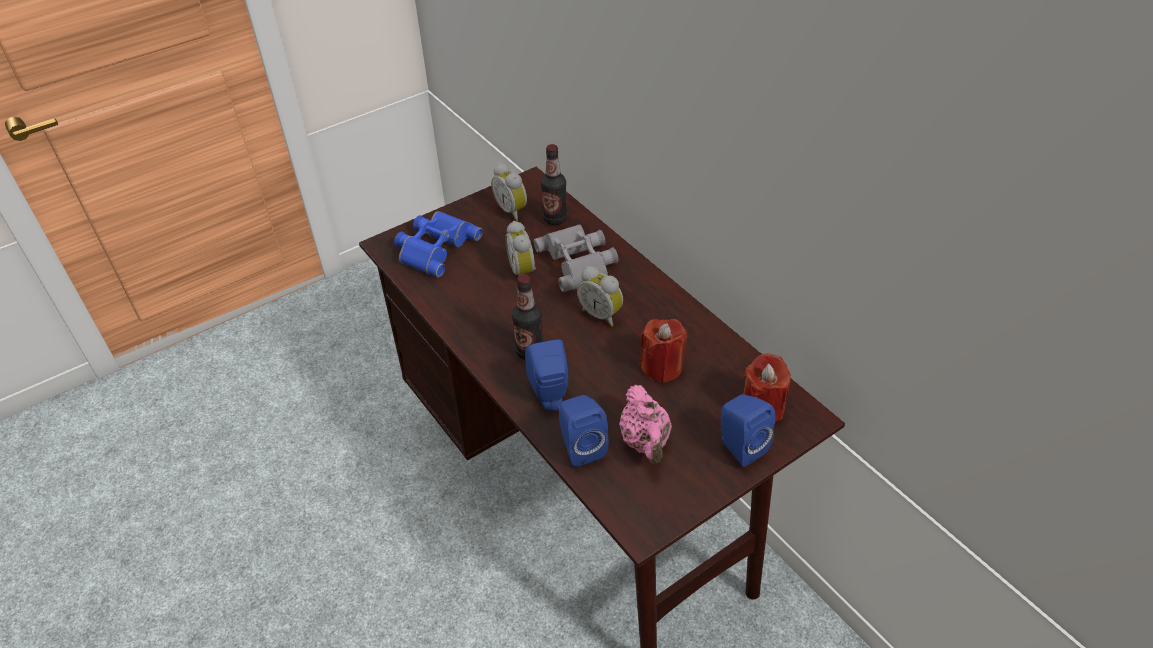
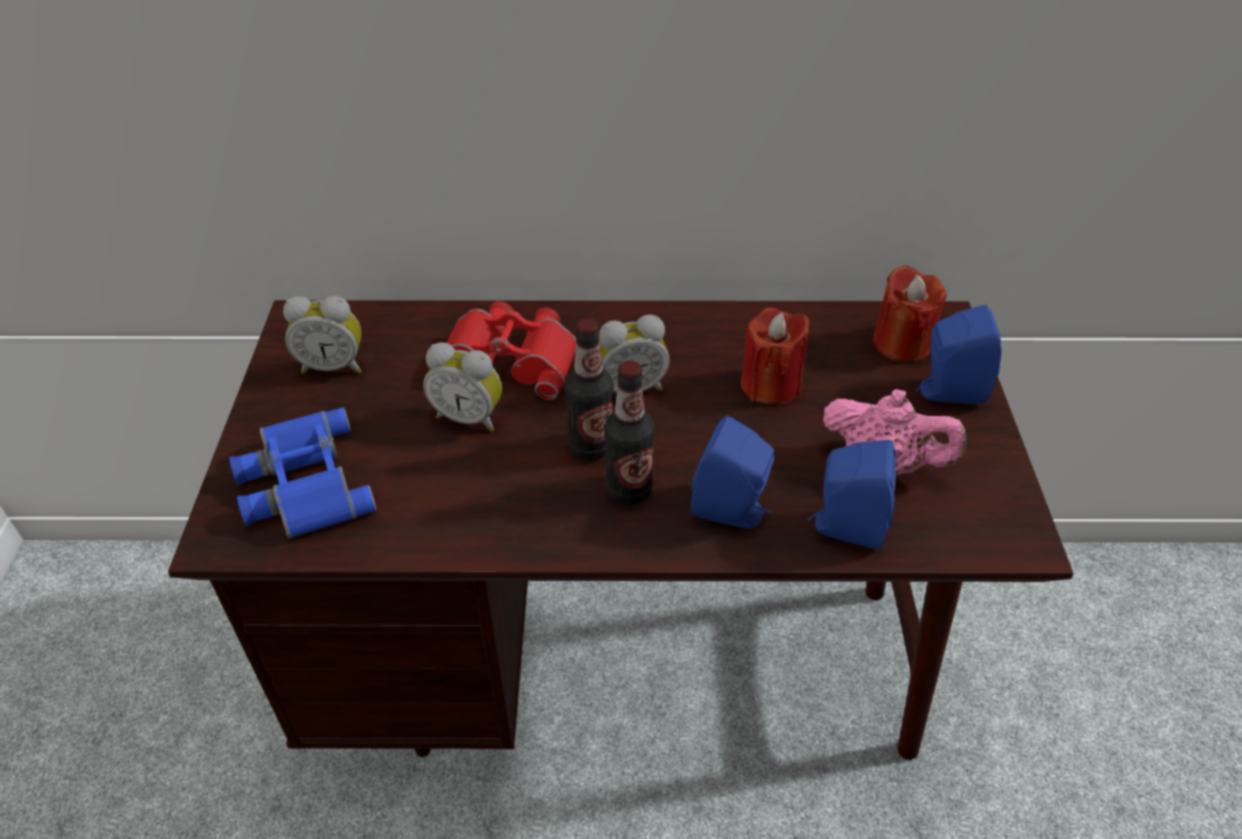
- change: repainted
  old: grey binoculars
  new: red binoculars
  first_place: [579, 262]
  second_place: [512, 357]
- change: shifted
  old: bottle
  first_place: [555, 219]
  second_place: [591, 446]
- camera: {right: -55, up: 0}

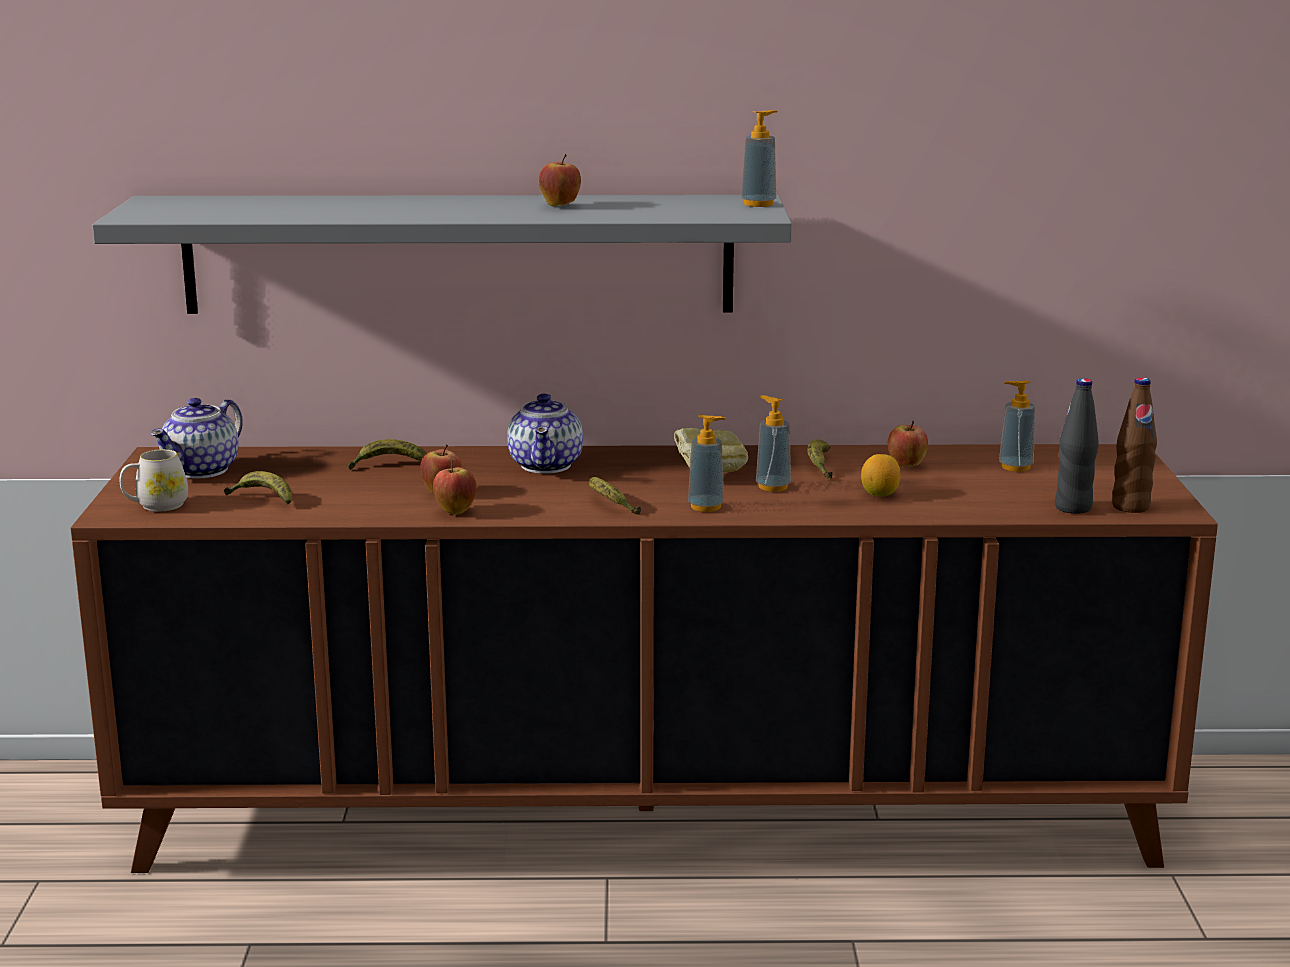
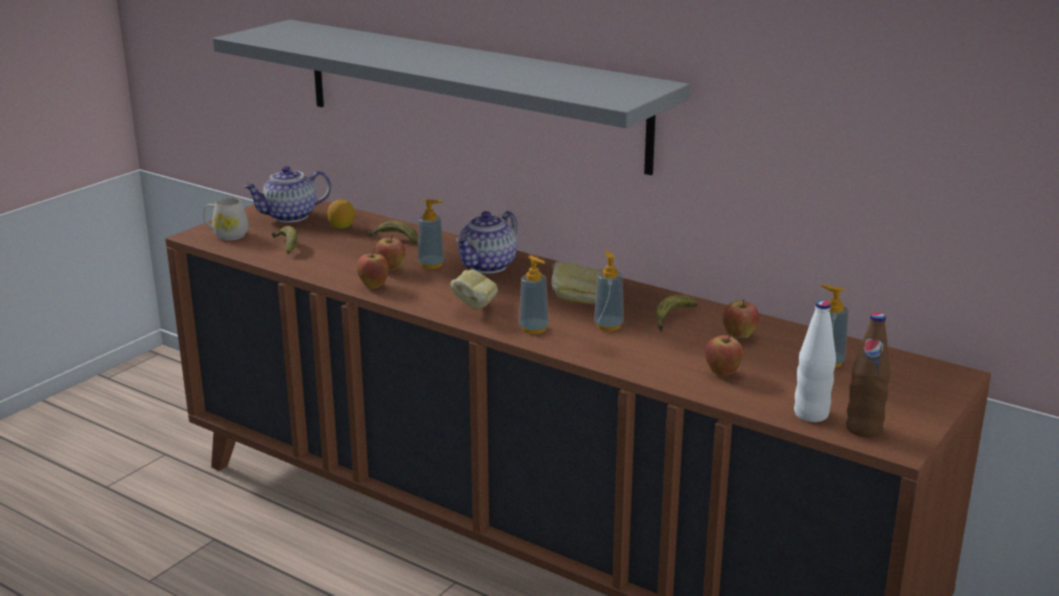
- change: shifted
  old: apple
  first_place: [560, 206]
  second_place: [722, 373]
- change: swapped
  old: banana
  new: bread
  first_place: [609, 504]
  second_place: [474, 308]
- change: shifted
  old: soap dispenser
  first_place: [758, 204]
  second_place: [431, 265]
- change: shifted
  old: lemon
  first_place: [879, 494]
  second_place: [342, 227]
- change: repainted
  old: black bottle
  new: white bottle
  first_place: [1073, 508]
  second_place: [811, 414]
- camera: {right: 35, up: 5}

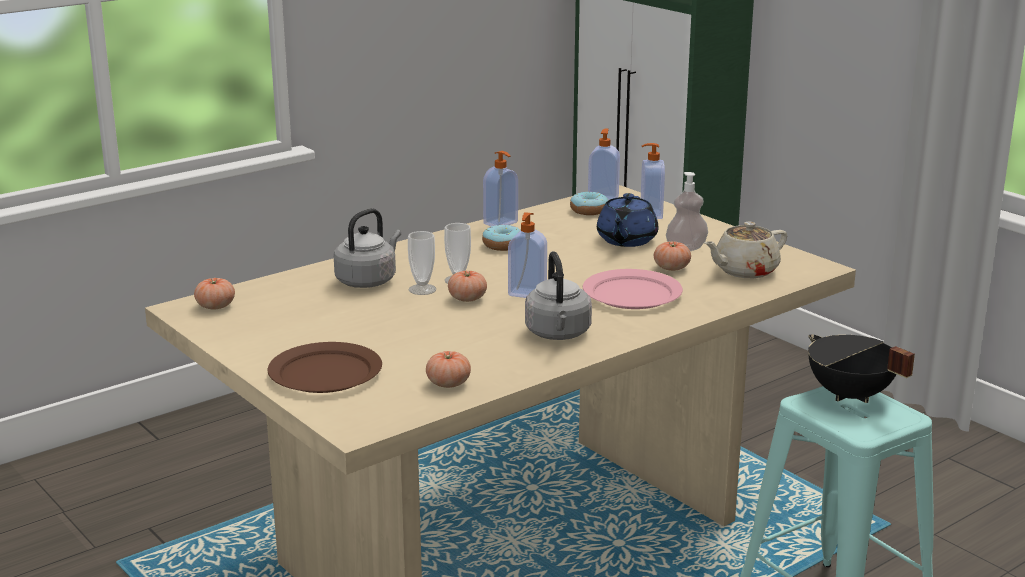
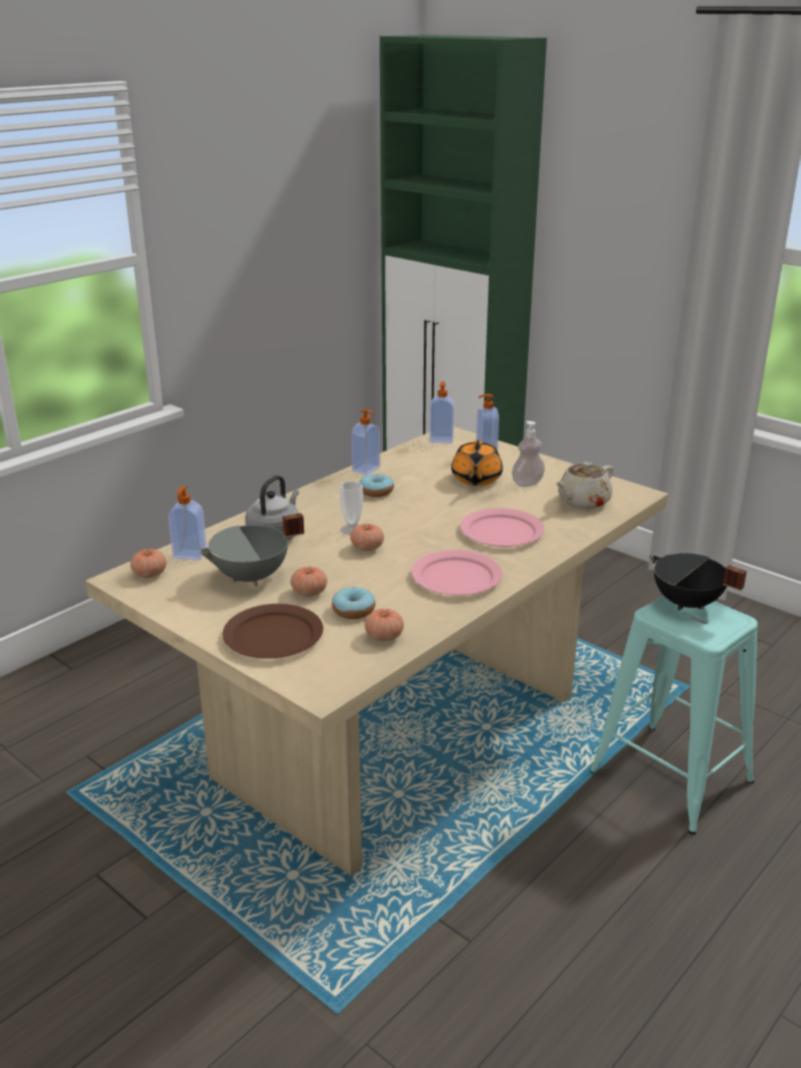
- change: gone
  old: cup
  first_place: [422, 289]
- change: shifted
  old: soap dispenser
  first_place: [527, 294]
  second_place: [189, 555]
- change: swapped
  old: grey kettle
  new: pink plate
  first_place: [558, 334]
  second_place: [457, 577]
- change: shifted
  old: donut
  first_place: [589, 210]
  second_place: [353, 610]
- change: repainted
  old: blue teapot
  new: orange teapot
  first_place: [626, 240]
  second_place: [476, 479]
- change: shifted
  old: tomato
  first_place: [671, 268]
  second_place: [309, 592]
- change: new
  new: grey cooking pot
  second_place: [252, 578]
- camera: {right: -10, up: 5}

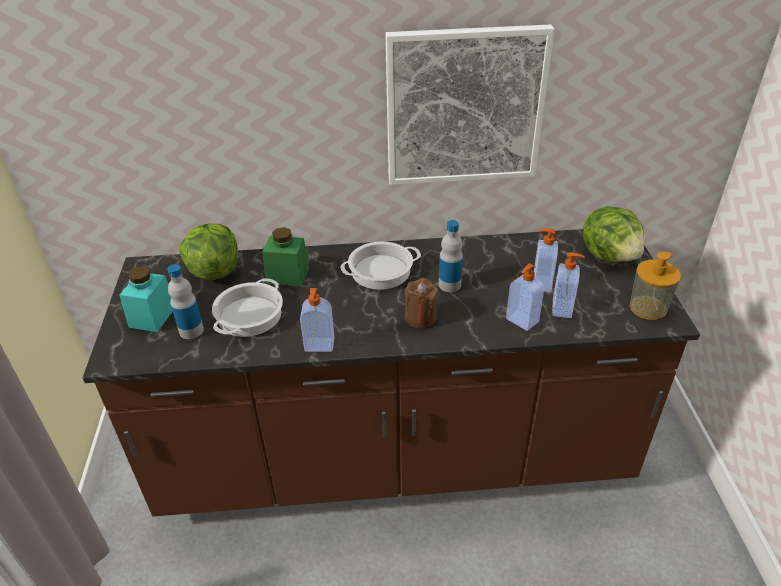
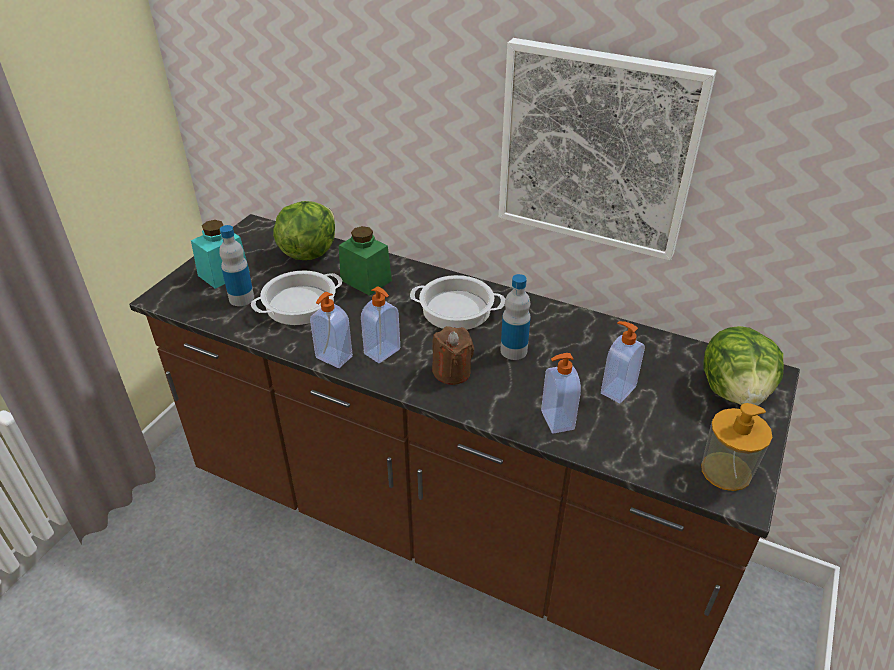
- change: shifted
  old: soap dispenser
  first_place: [563, 309]
  second_place: [383, 352]
- camera: {right: 30, up: 0}

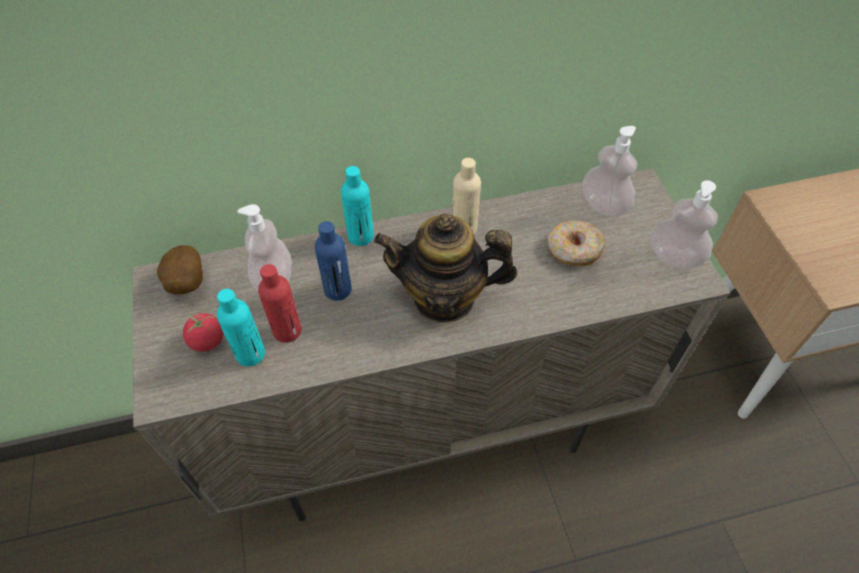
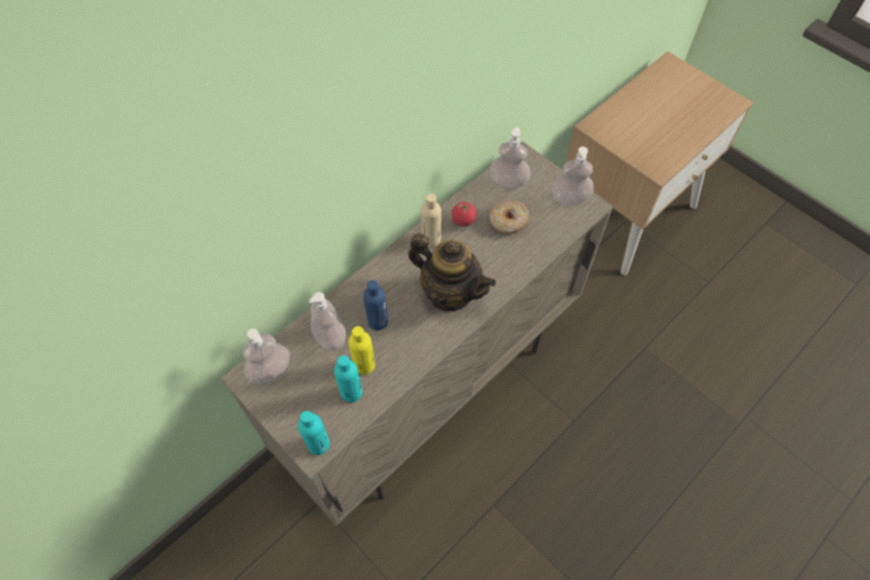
- change: swapped
  old: potato
  new: soap dispenser
  first_place: [186, 285]
  second_place: [270, 370]
- change: shifted
  old: tomato
  first_place: [207, 340]
  second_place: [463, 220]
- change: repainted
  old: red bottle
  new: yellow bottle
  first_place: [287, 330]
  second_place: [364, 365]
- change: shifted
  old: turquoise bottle
  first_place: [360, 236]
  second_place: [318, 444]
- change: rotated
  old: teapot
  first_place: [444, 298]
  second_place: [450, 292]
  degrees: -120
- camera: {right: -30, up: 5}

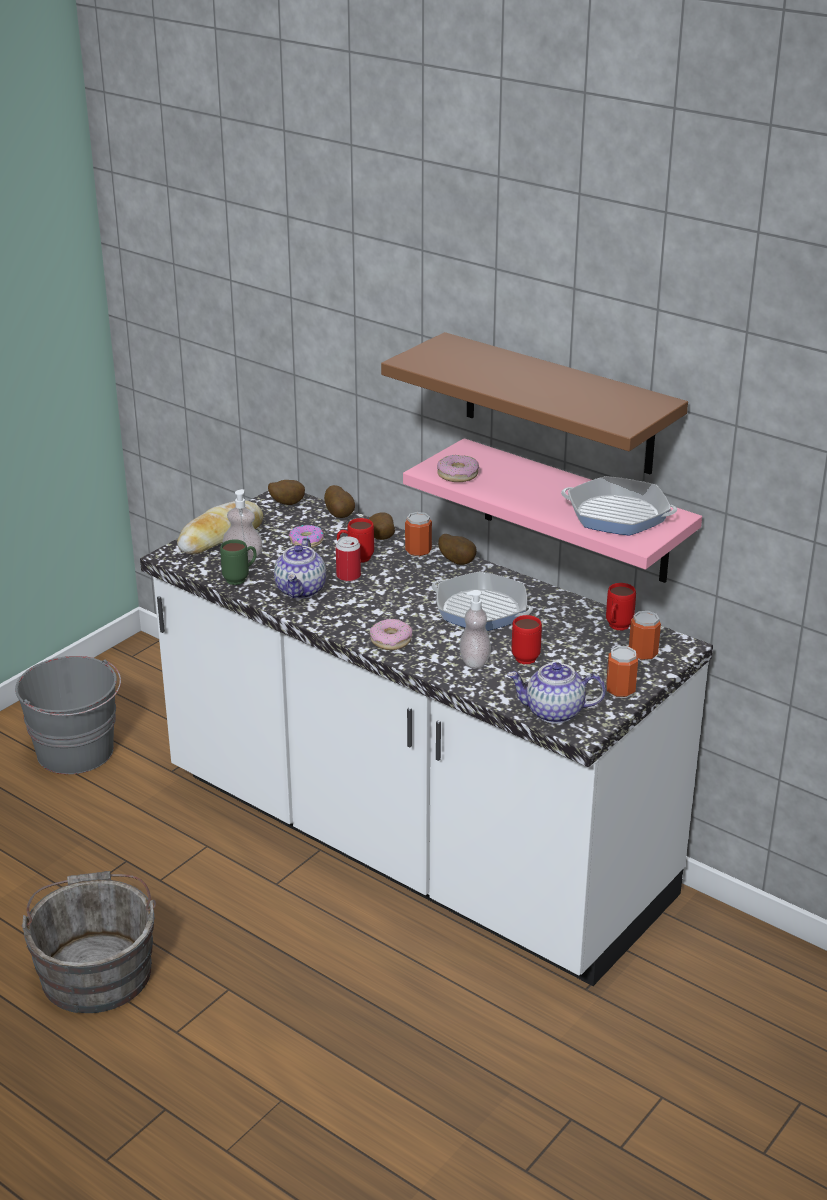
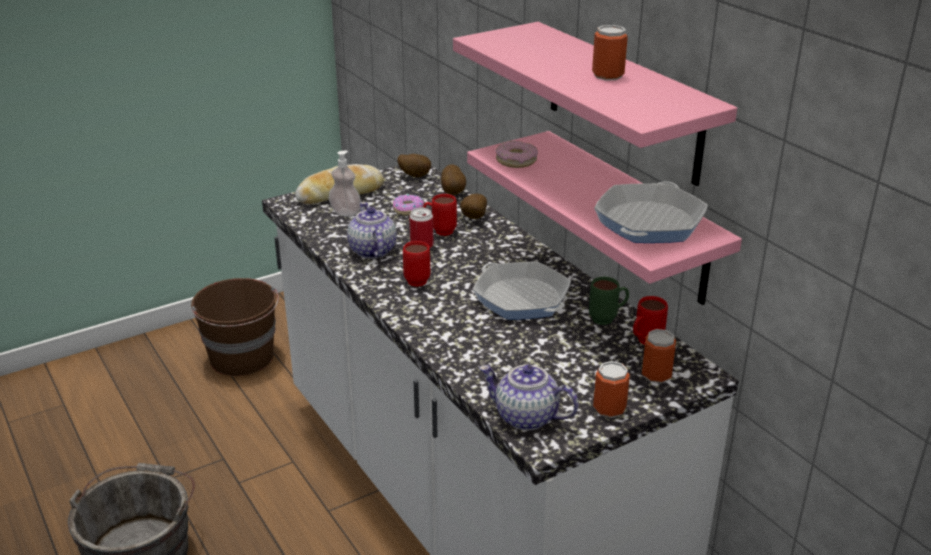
- change: repainted
  old: grey bucket
  new: brown bucket
  first_place: [77, 752]
  second_place: [242, 358]
- change: shifted
  old: green mug
  first_place: [241, 579]
  second_place: [608, 319]
- change: rotated
  old: teapot
  first_place: [301, 590]
  second_place: [371, 250]
  degrees: 135
- change: gone
  old: donut
  first_place: [391, 640]
- change: repainted
  old: brown shelf
  new: pink shelf
  first_place: [558, 404]
  second_place: [623, 102]
- change: shifted
  old: can
  first_place: [418, 551]
  second_place: [608, 75]
- change: gone
  old: potato
  first_place: [458, 562]
- change: gone
  old: soap dispenser
  first_place: [474, 661]
- change: shifted
  old: red mug
  first_place: [522, 656]
  second_place: [417, 279]
- change: rotated
  old: frying pan
  first_place: [617, 514]
  second_place: [649, 222]
  degrees: -105
- camera: {right: 20, up: 0}

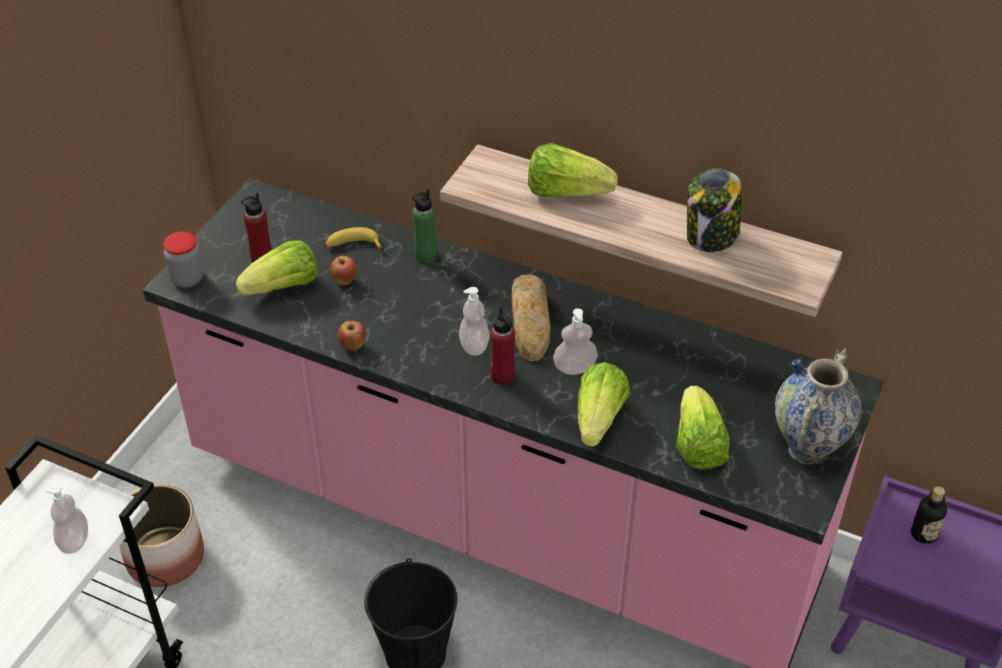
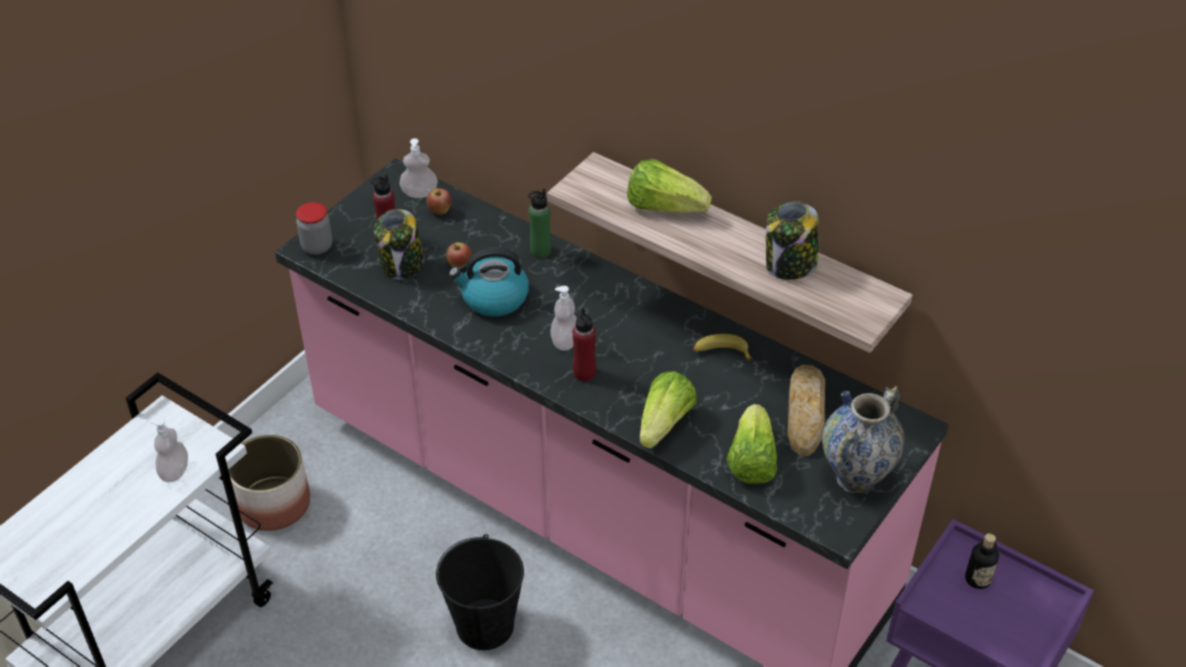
- change: swapped
  old: lettuce
  new: jar
  first_place: [284, 287]
  second_place: [402, 265]
- change: shifted
  old: banana
  first_place: [353, 246]
  second_place: [721, 352]
- change: shifted
  old: apple
  first_place: [352, 346]
  second_place: [440, 211]
- change: shifted
  old: bread
  first_place: [530, 321]
  second_place: [805, 413]
- change: shifted
  old: soap dispenser
  first_place: [574, 367]
  second_place: [419, 193]
- change: new
  new: kettle
  second_place: [493, 298]
- camera: {right: 10, up: 0}

